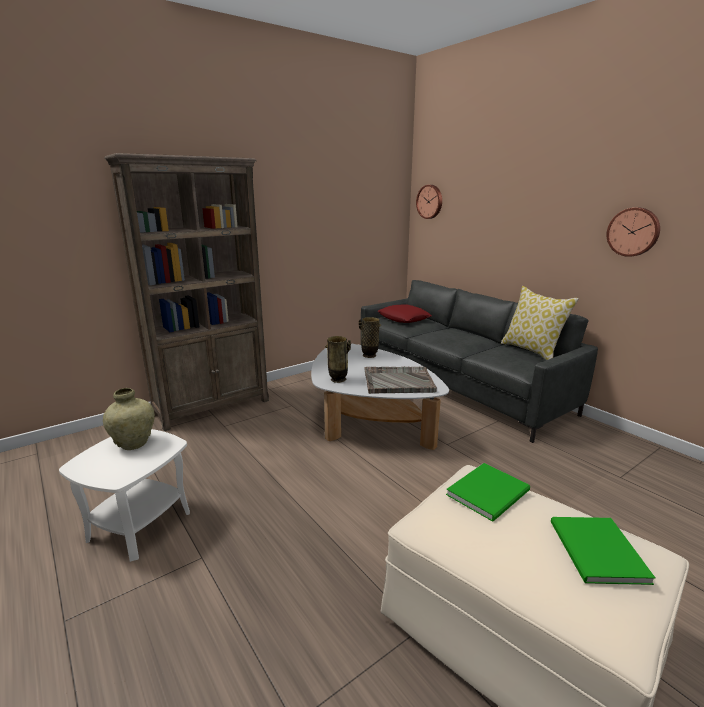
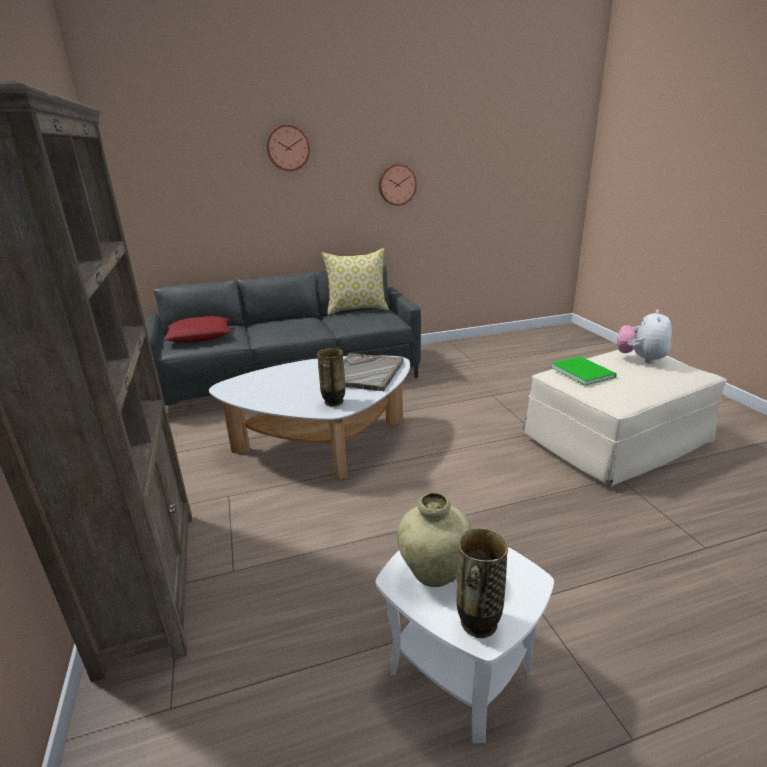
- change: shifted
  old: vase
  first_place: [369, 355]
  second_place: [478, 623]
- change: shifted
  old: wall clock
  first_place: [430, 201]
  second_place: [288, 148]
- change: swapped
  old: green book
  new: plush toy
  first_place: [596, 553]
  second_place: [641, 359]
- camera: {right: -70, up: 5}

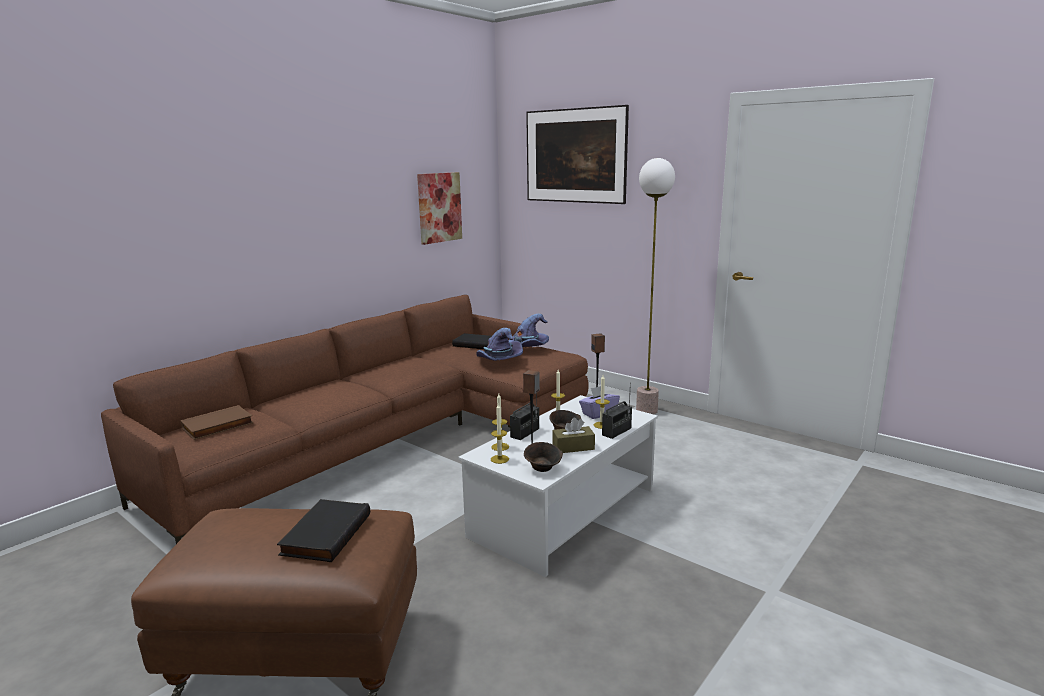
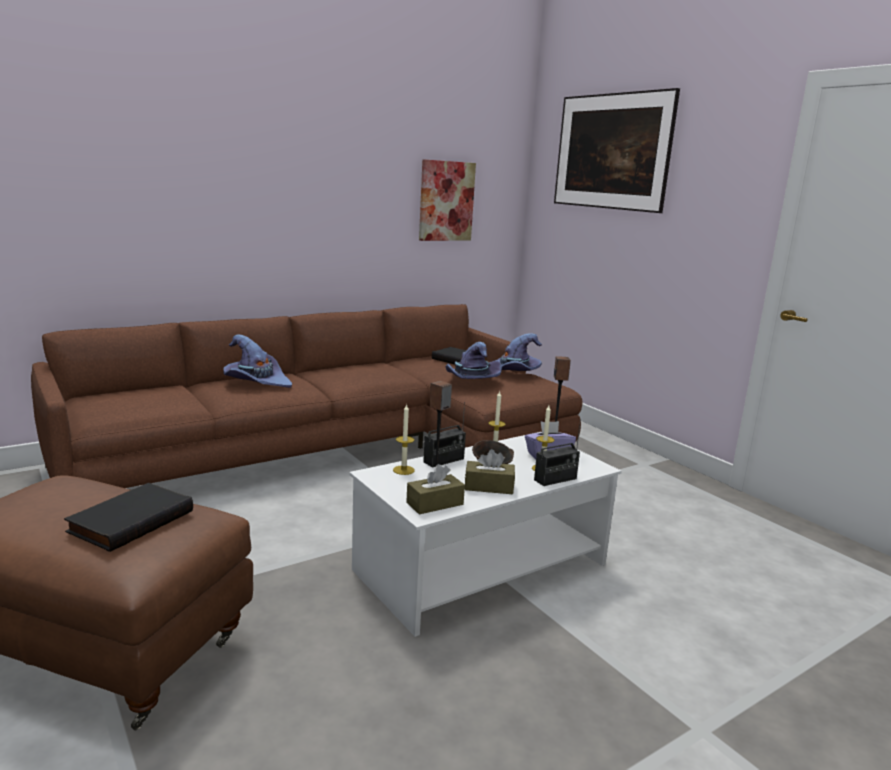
- change: gone
  old: brown book
  first_place: [218, 426]
- change: gone
  old: candle
  first_place: [499, 459]
- change: swapped
  old: brown bowl
  new: brown tissue box
  first_place: [543, 469]
  second_place: [435, 504]
- change: gone
  old: floor lamp
  first_place: [647, 411]
- change: new
  new: purple hat
  second_place: [256, 382]
- camera: {right: 15, up: 0}

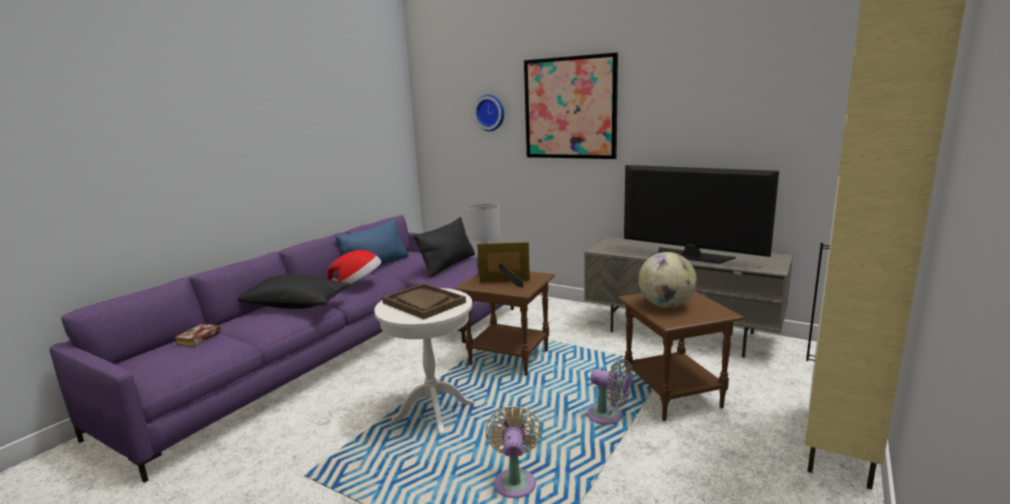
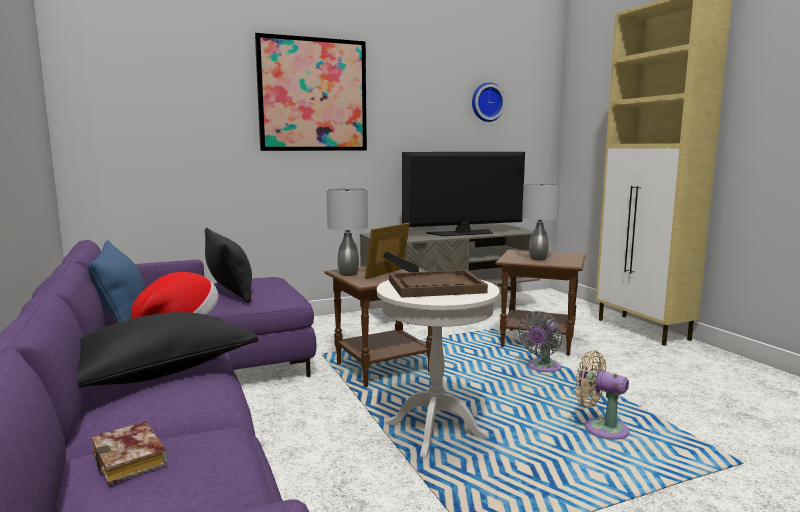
- change: shifted
  old: wall clock
  first_place: [490, 112]
  second_place: [486, 102]
- change: rotated
  old: grey fan
  first_place: [608, 417]
  second_place: [542, 368]
  degrees: 150
- change: swapped
  old: globe
  new: grey table lamp
  first_place: [666, 305]
  second_place: [538, 258]
- camera: {right: -55, up: -5}

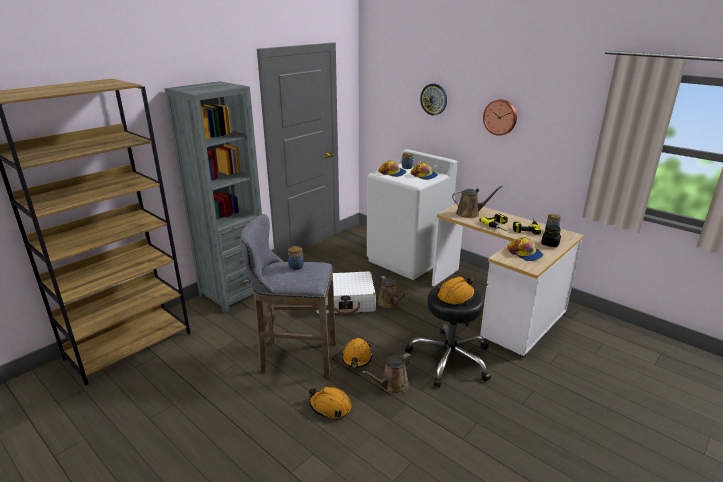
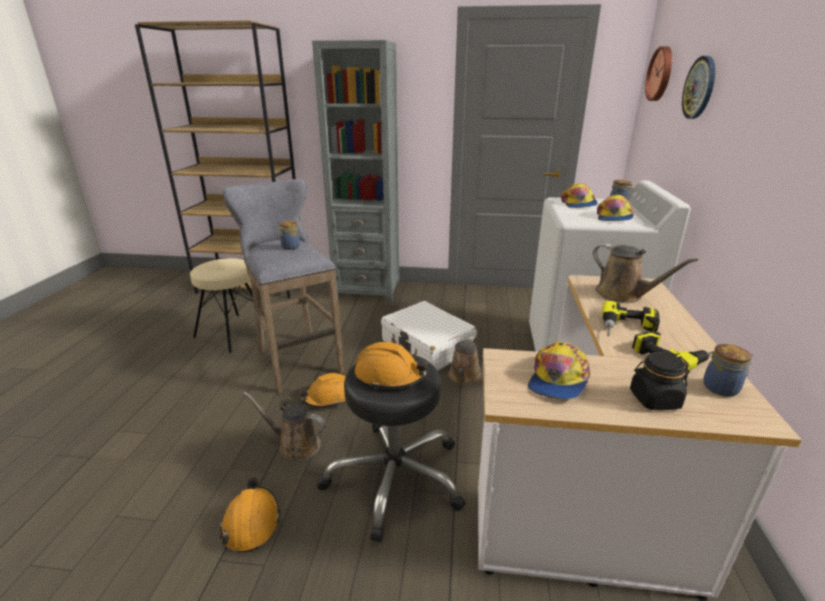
- change: shifted
  old: orange hard hat
  first_place: [330, 406]
  second_place: [251, 522]
- change: shifted
  old: wall clock
  first_place: [500, 117]
  second_place: [661, 74]
- change: new
  new: beige stool
  second_place: [234, 333]
- camera: {right: 55, up: 0}

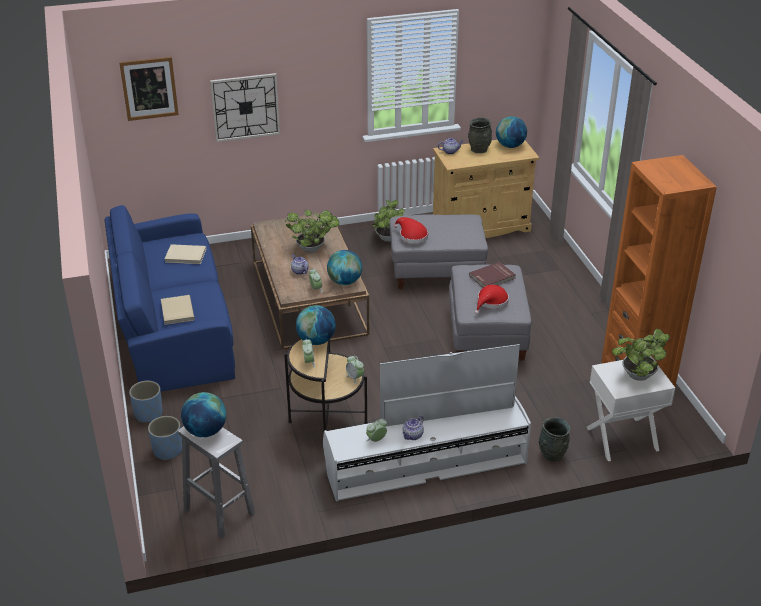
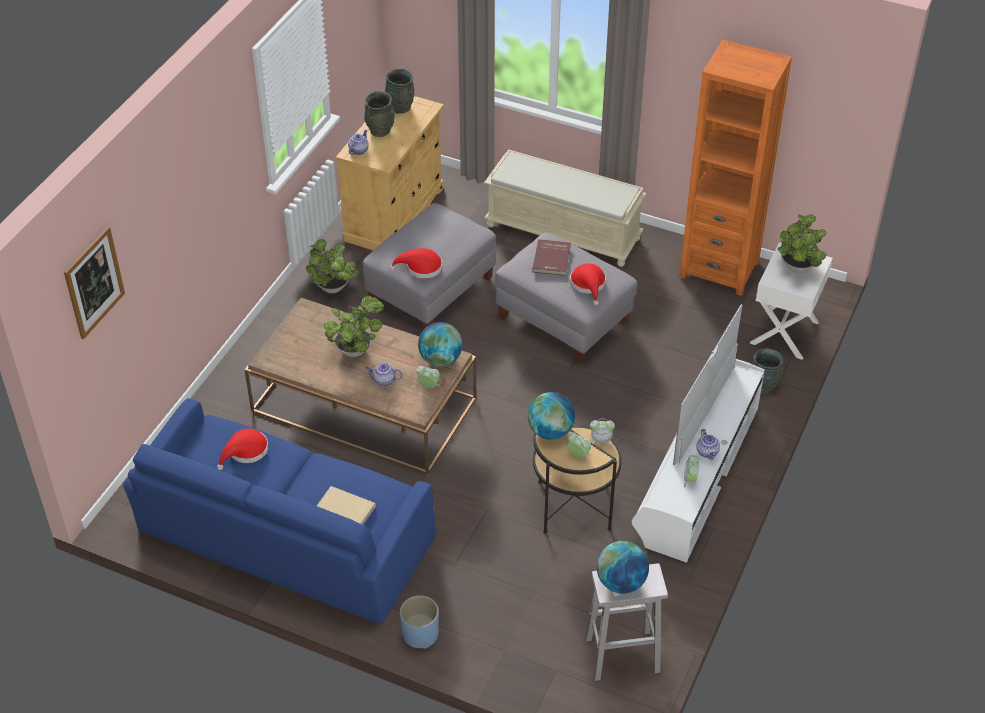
- change: gone
  old: blue planter
  first_place: [167, 450]
- change: swapped
  old: beige book
  new: red hat
  first_place: [185, 256]
  second_place: [245, 451]
- change: gone
  old: wall clock
  first_place: [245, 107]
- change: swapped
  old: globe
  new: grey vase
  first_place: [510, 146]
  second_place: [400, 108]
- change: new
  new: beige bench
  second_place: [564, 232]
- camera: {right: -50, up: 10}

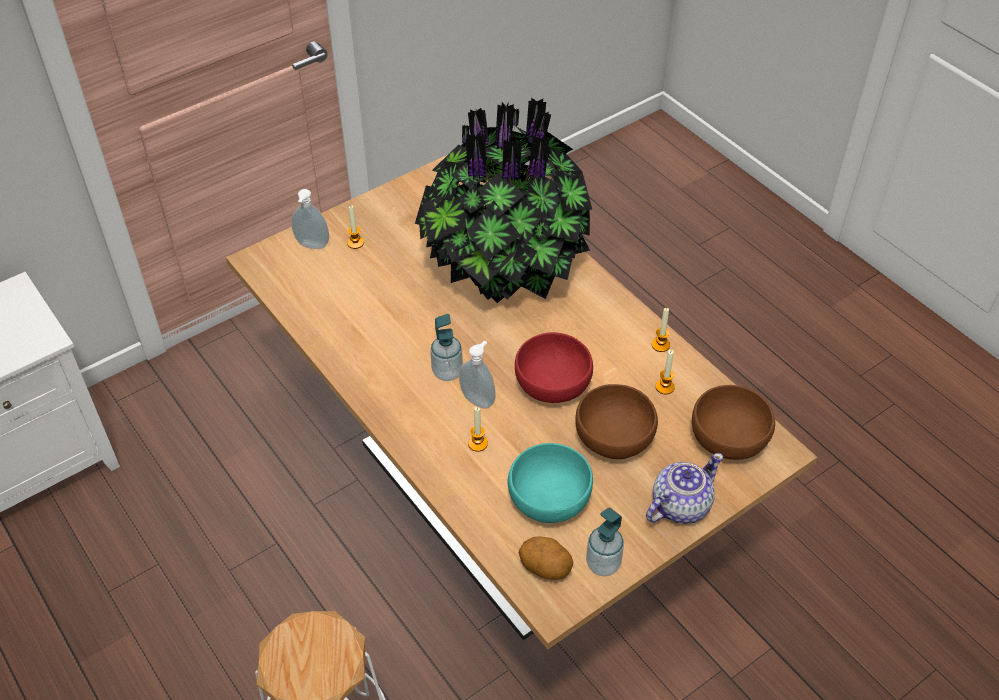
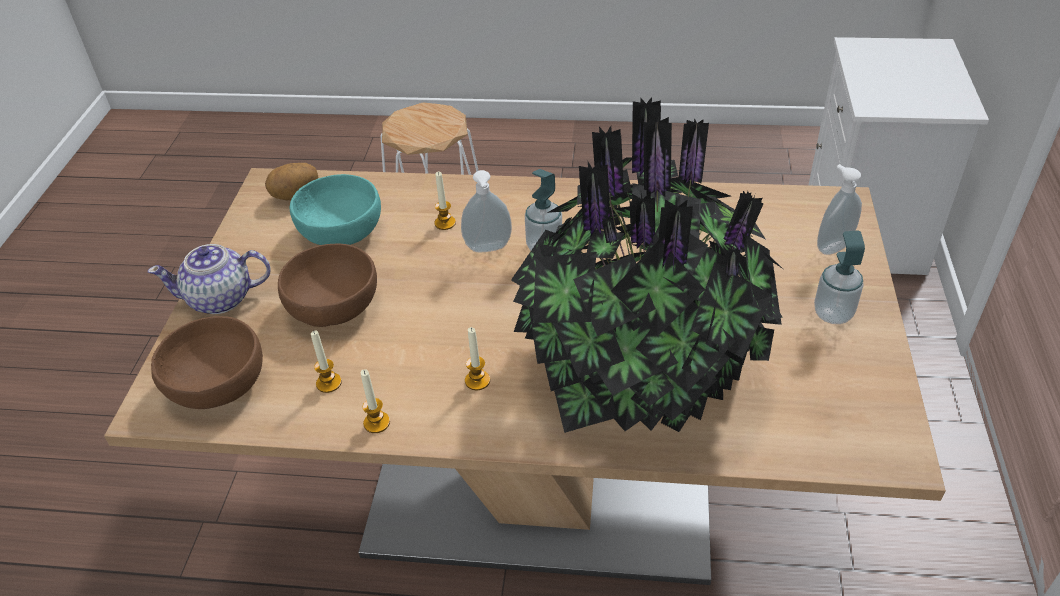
- change: shifted
  old: candle
  first_place: [355, 243]
  second_place: [477, 381]
- change: gone
  old: red bowl
  first_place: [551, 384]
- change: shifted
  old: soap dispenser
  first_place: [603, 564]
  second_place: [833, 314]
- change: rotated
  old: teapot
  first_place: [679, 505]
  second_place: [221, 299]
  degrees: 75
- camera: {right: 135, up: -5}

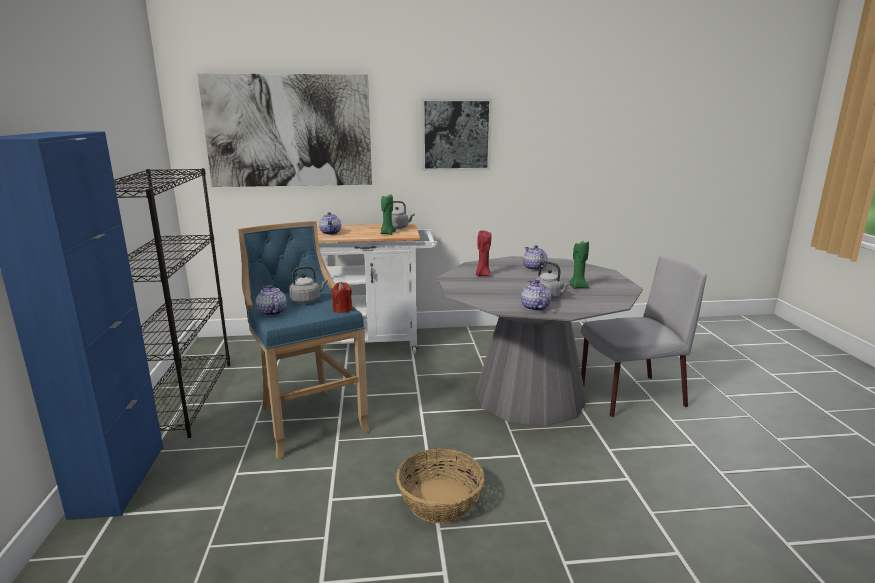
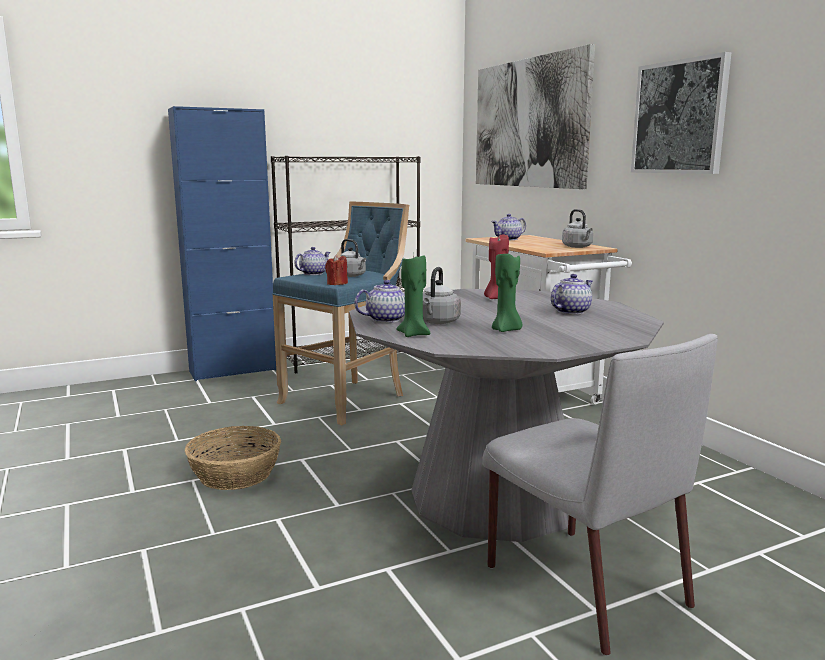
- change: shifted
  old: green candle
  first_place: [387, 233]
  second_place: [414, 334]
- camera: {right: 70, up: -5}

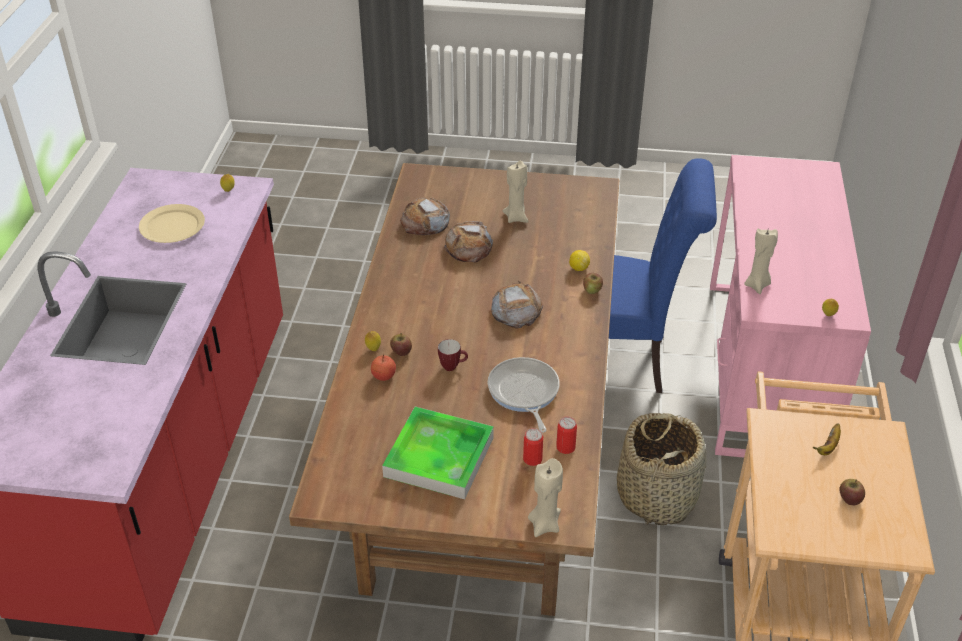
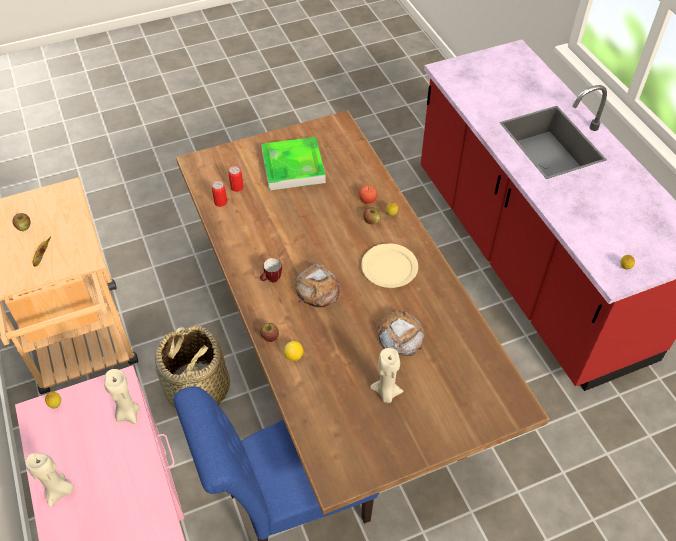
- change: shifted
  old: beige plate
  first_place: [173, 226]
  second_place: [389, 267]
- change: gone
  old: bread
  first_place: [425, 222]
- change: shifted
  old: mug
  first_place: [453, 366]
  second_place: [271, 280]
- change: gone
  old: frying pan
  first_place: [524, 392]
- change: shifted
  old: beige candle
  first_place: [544, 524]
  second_place: [59, 491]
- camera: {right: 150, up: 10}

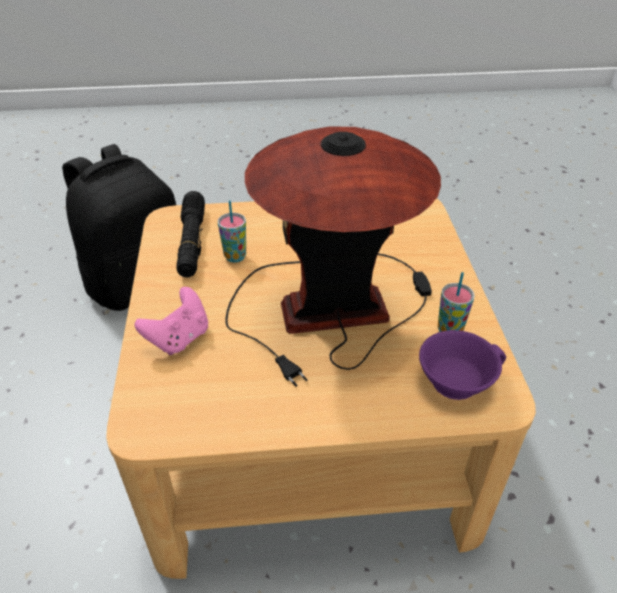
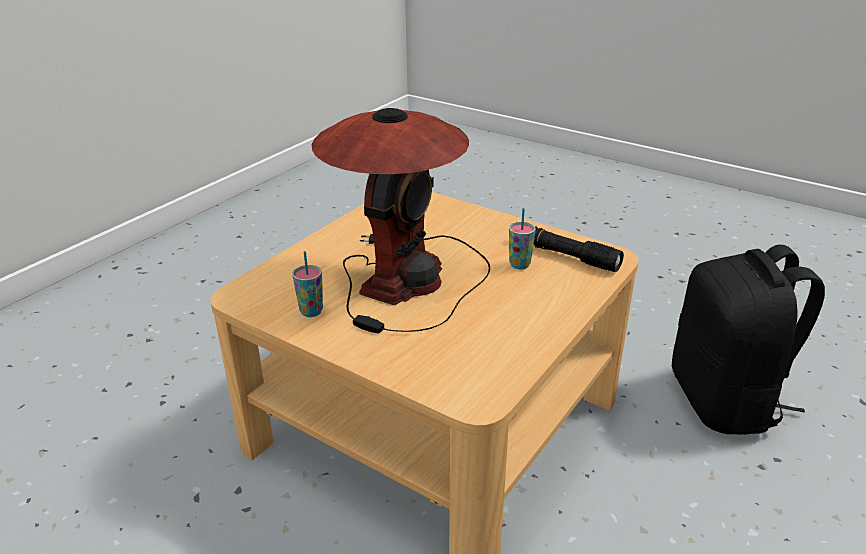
- change: gone
  old: pink game controller
  first_place: [179, 338]
- change: gone
  old: purple cup
  first_place: [455, 378]
- camera: {right: 130, up: -10}

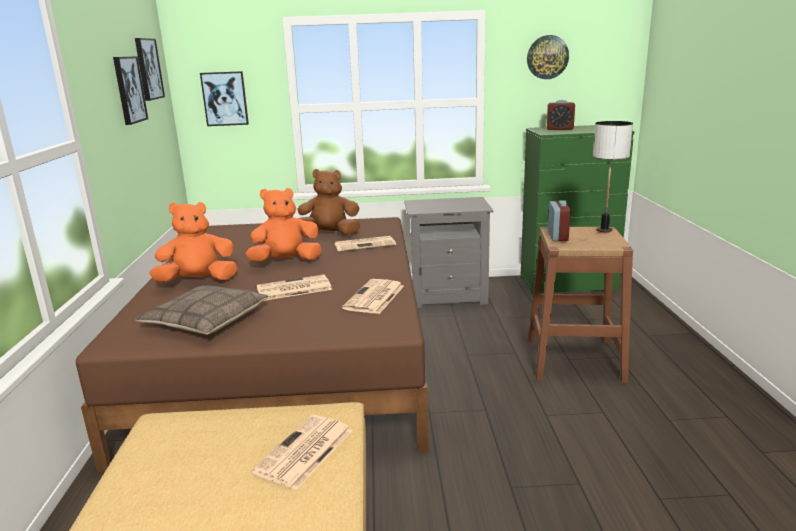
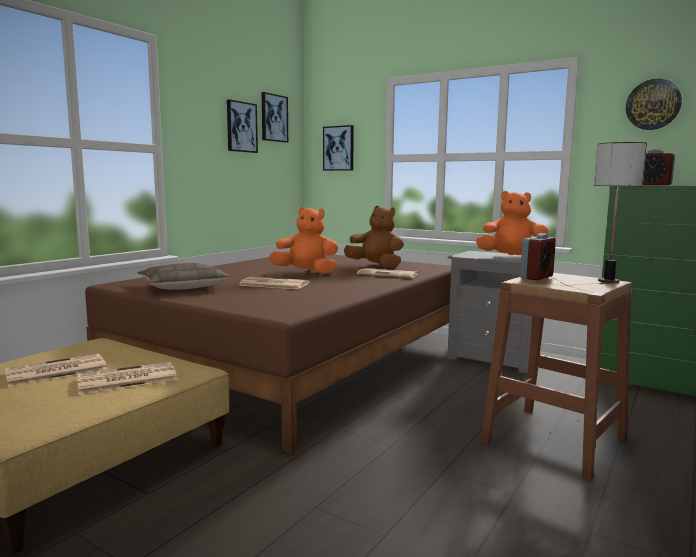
- change: shifted
  old: orange plush toy
  first_place: [198, 281]
  second_place: [512, 257]
- change: shifted
  old: newspaper
  first_place: [374, 297]
  second_place: [55, 371]
- camera: {right: 35, up: -10}

